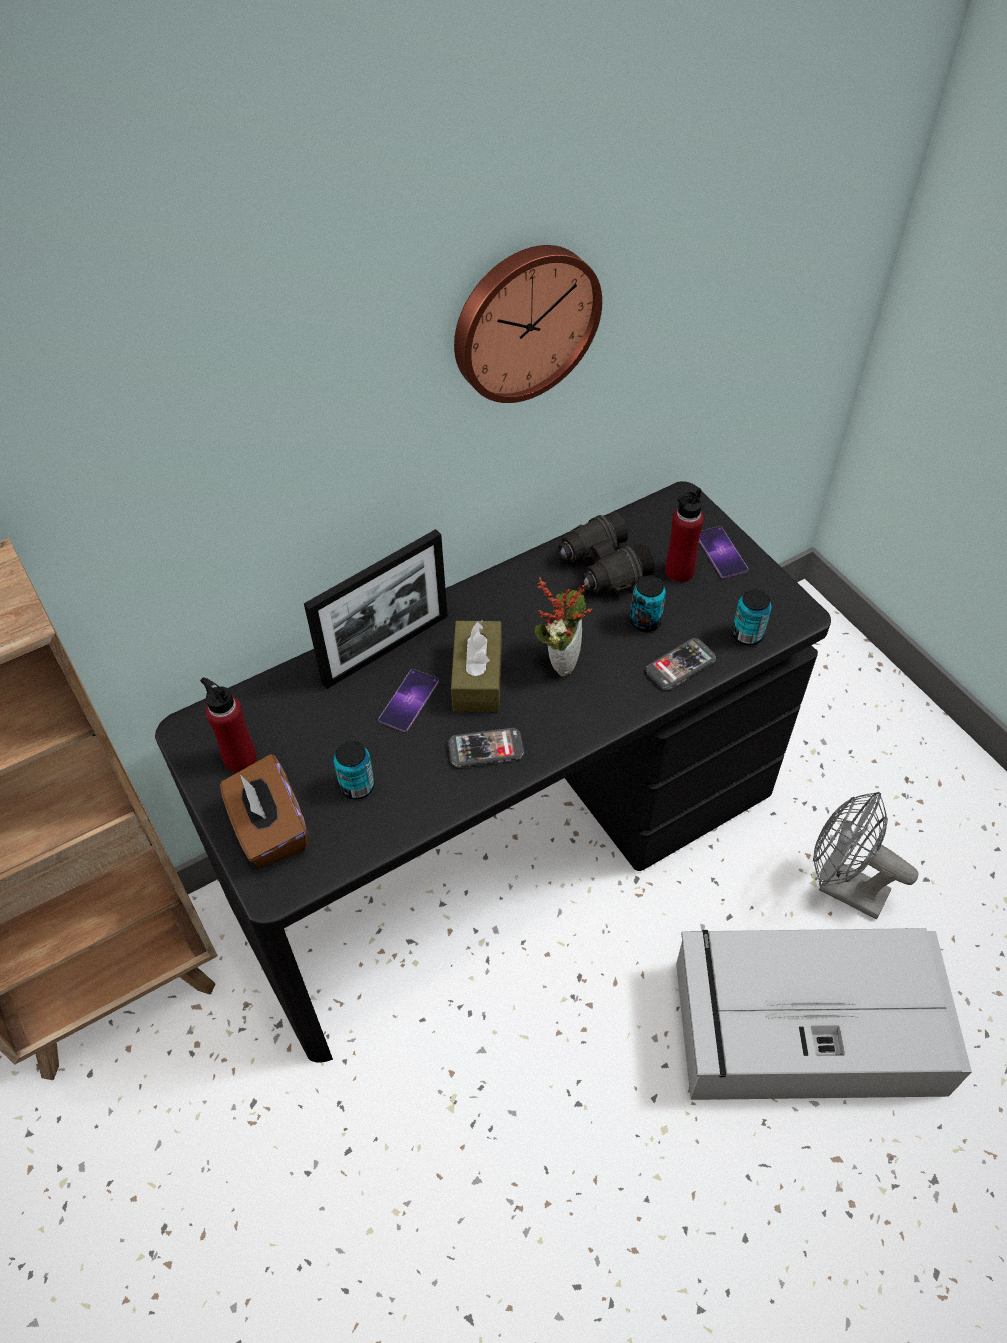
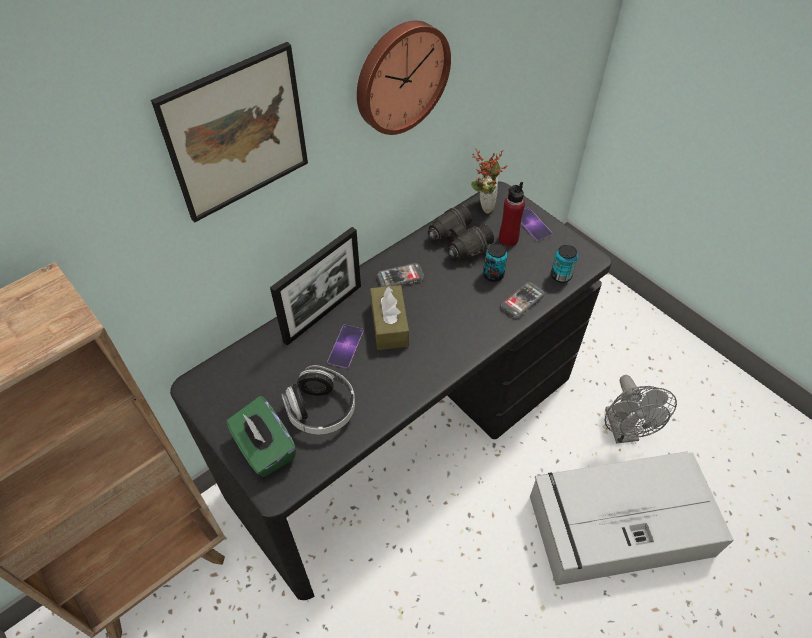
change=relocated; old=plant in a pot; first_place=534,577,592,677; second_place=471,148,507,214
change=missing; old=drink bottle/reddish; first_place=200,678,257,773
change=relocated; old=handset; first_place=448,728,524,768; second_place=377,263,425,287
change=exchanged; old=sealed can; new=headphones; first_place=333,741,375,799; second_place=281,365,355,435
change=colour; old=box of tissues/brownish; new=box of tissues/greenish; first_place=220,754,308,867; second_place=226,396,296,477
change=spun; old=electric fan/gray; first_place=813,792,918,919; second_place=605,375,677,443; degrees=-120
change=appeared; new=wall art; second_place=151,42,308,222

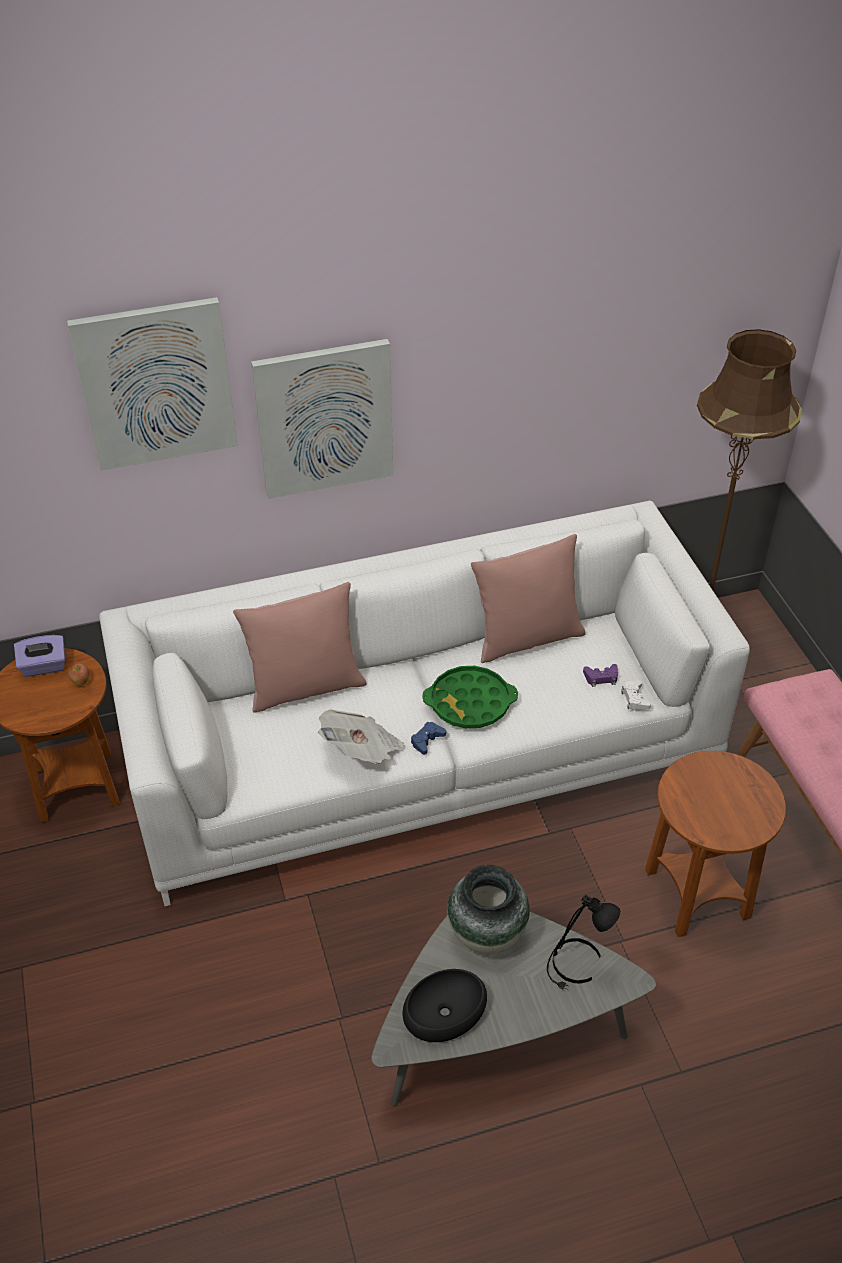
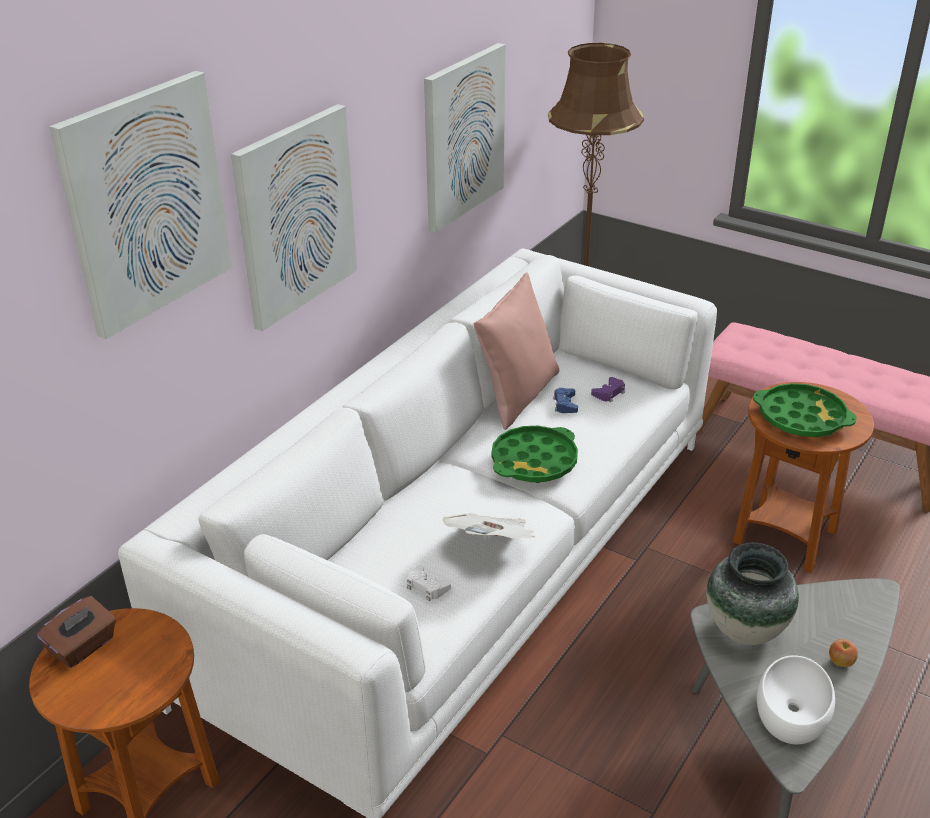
change=missing; old=pillow/pink; first_place=233,582,367,713
change=colour; old=box of tissues/purple-coloured; new=box of tissues/brownish; first_place=14,635,65,677; second_place=37,596,116,668
change=relocated; old=whole apple; first_place=68,663,90,686; second_place=829,639,858,667
change=relocated; old=game controller/white; first_place=621,680,651,711; second_place=407,565,451,601
change=relocated; old=game controller/blue-coloured; first_place=411,722,446,754; second_place=553,388,578,413
change=missing; old=lamp for a table/black; first_place=547,895,621,990
change=colour; old=bowl/black; new=bowl/white; first_place=403,969,487,1042; second_place=757,655,835,744
change=appeared; new=wall art; second_place=424,43,505,233
change=appeared; new=carrying tray/greenish; second_place=753,383,857,438

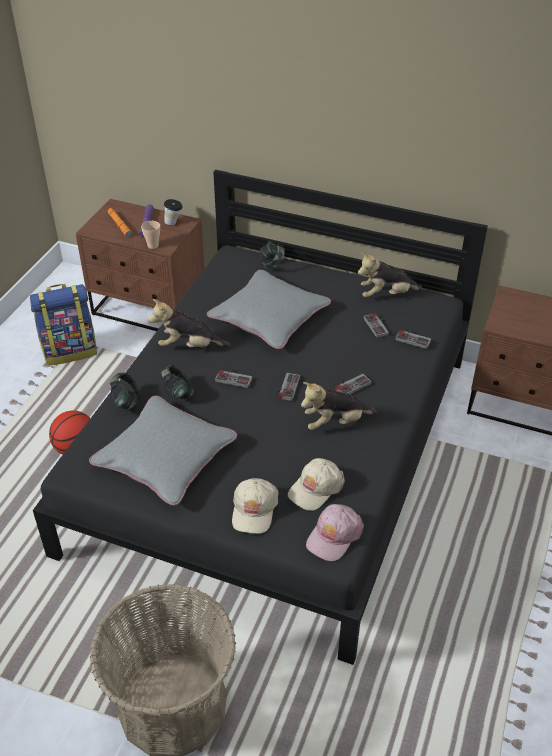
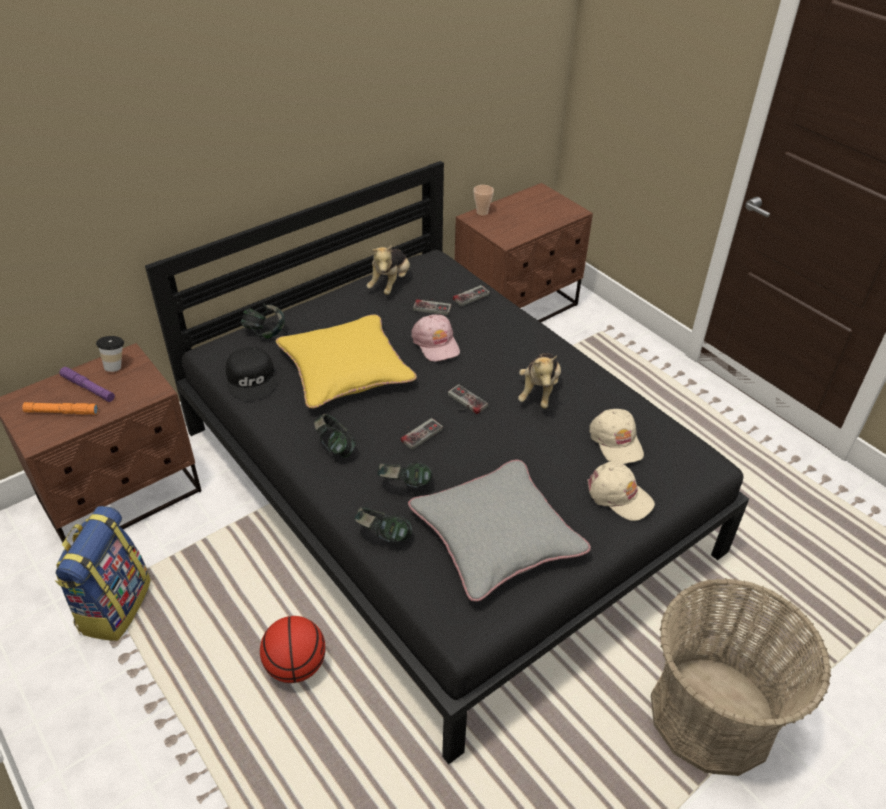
change=relocated; old=drinking cup; first_place=141,221,160,249; second_place=474,185,494,216
change=colour; old=pillow/gray; new=pillow/yellowish; first_place=207,270,331,349; second_place=276,314,417,408
change=exchanged; old=soft toy; new=headphones; first_place=148,299,231,347; second_place=314,413,356,458
change=missing; old=game controller; first_place=335,374,372,394
change=relocated; old=peaked cap/pink; first_place=306,504,364,561; second_place=411,314,460,362
change=appeared; new=peaked cap/black; second_place=225,347,277,400

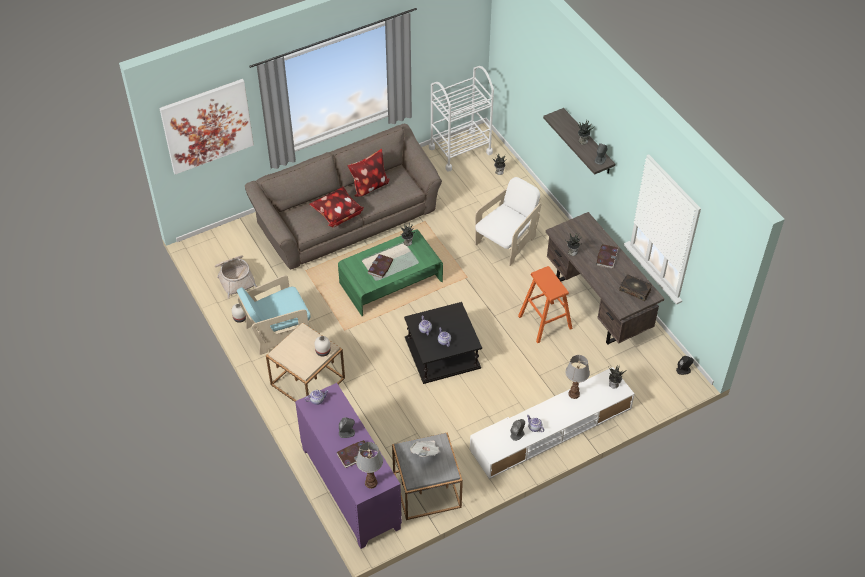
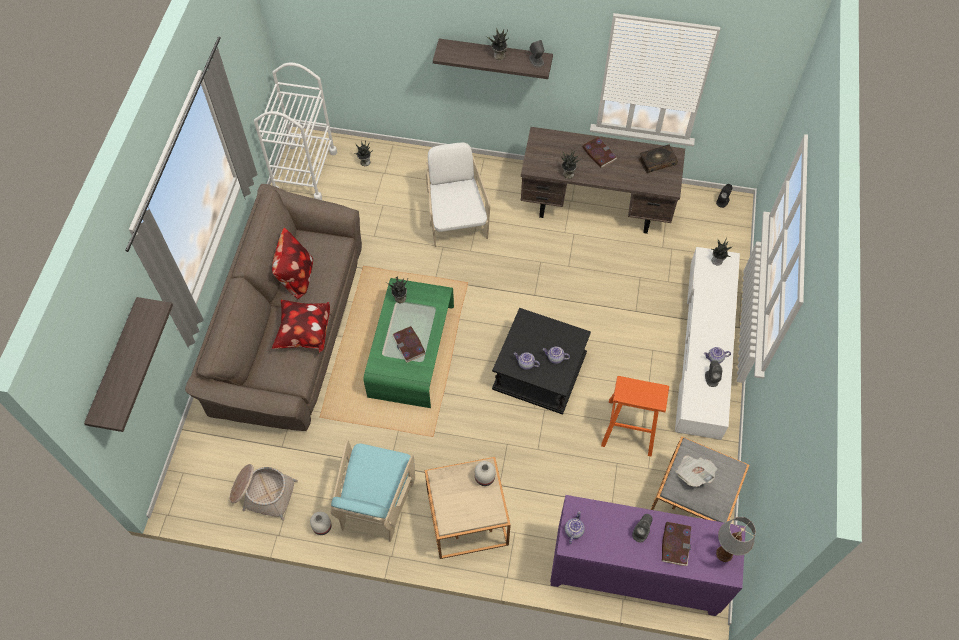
change=exchanged; old=wall art; new=shelf; first_place=159,79,254,175; second_place=84,297,173,432
change=relocated; old=stool seat/orange-coloured; first_place=518,266,572,343; second_place=601,376,669,457
change=missing; old=lamp for a table; first_place=565,355,590,399

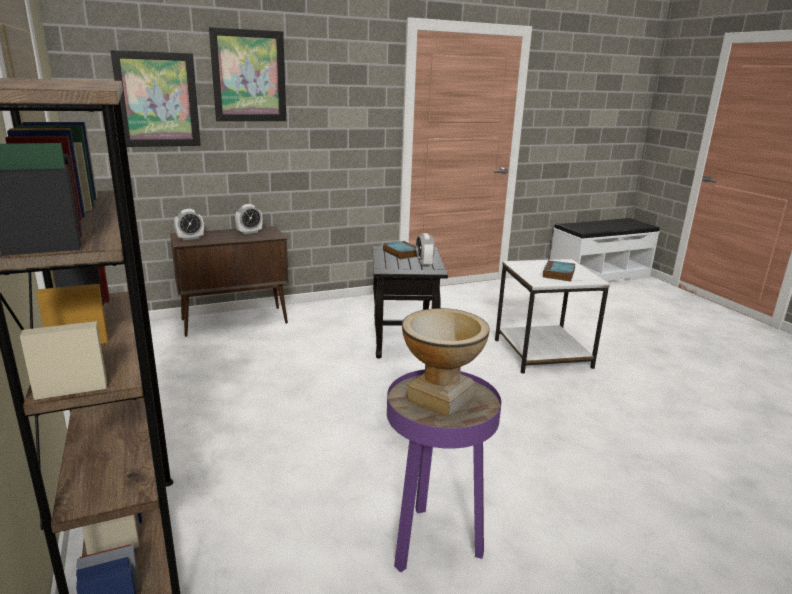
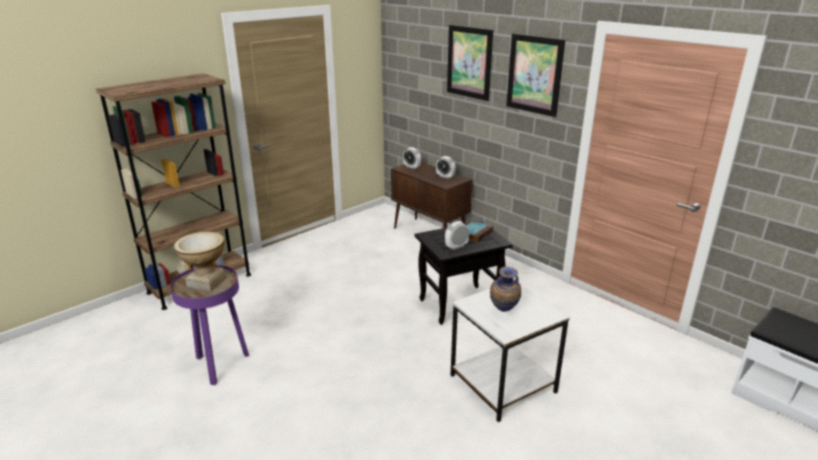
change=relocated; old=wall art; first_place=110,50,201,147; second_place=506,34,565,117
change=exchanged; old=bound book; new=decorative vase; first_place=543,260,575,282; second_place=490,266,521,312

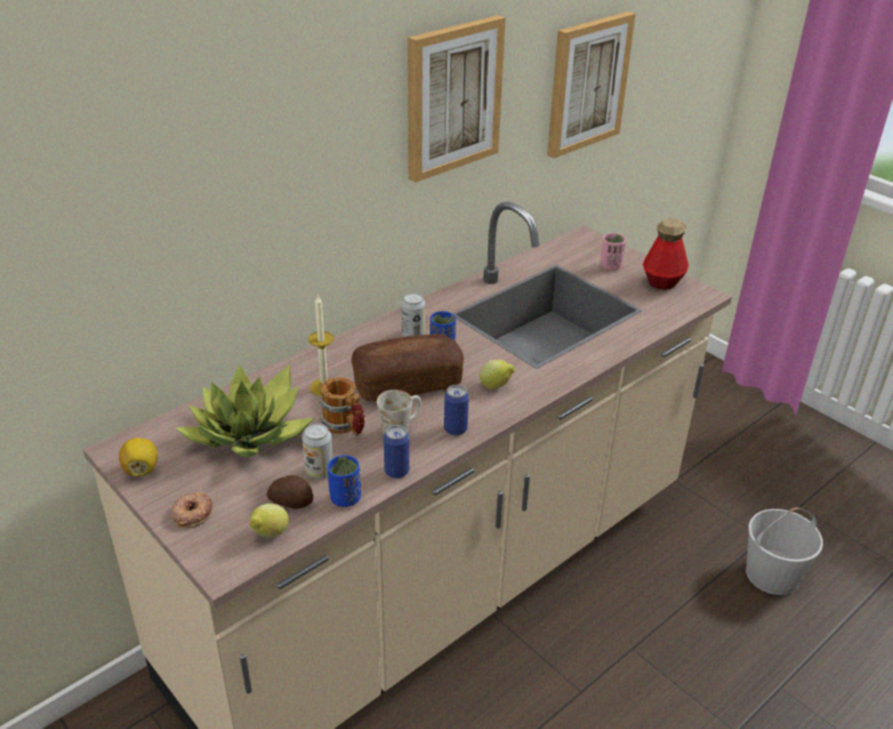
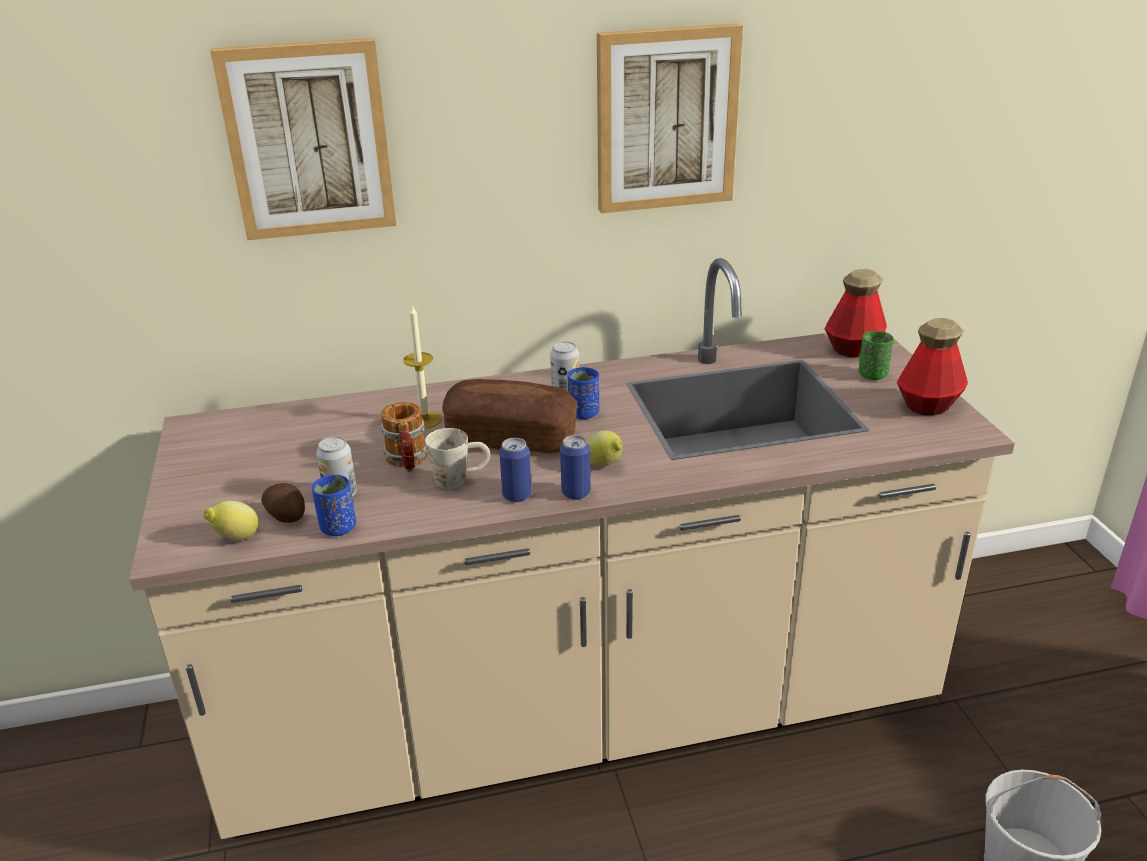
change=relocated; old=wall art; first_place=547,12,636,158; second_place=211,38,396,240
change=colour; old=drinking cup/pink; new=drinking cup/greenish; first_place=600,233,626,270; second_place=858,331,894,380
change=missing; old=plant in a pot; first_place=176,364,314,457
change=relocated; old=sealed can; first_place=383,425,409,478; second_place=560,435,591,500
change=missing; old=citrus fruit; first_place=119,438,157,476
change=missing; old=doughnut; first_place=171,492,213,528
change=appeared; new=drink bottle; second_place=825,269,887,357

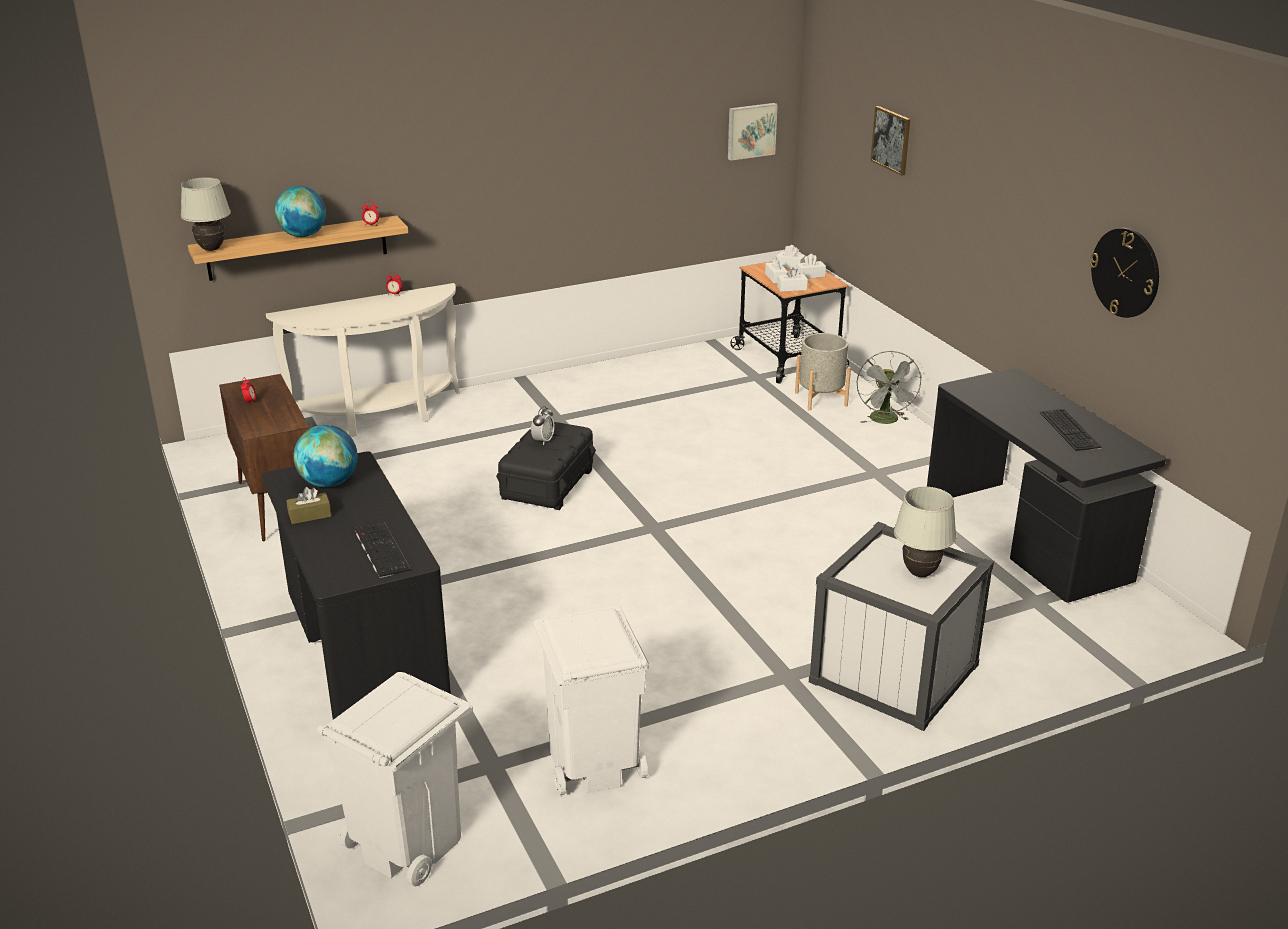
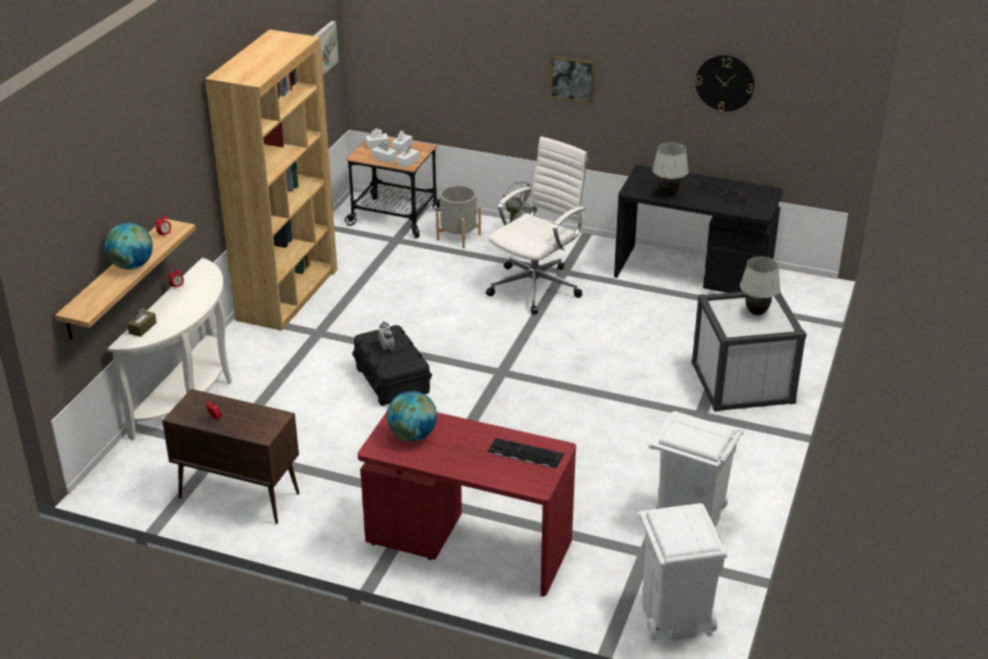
change=relocated; old=wall art; first_place=871,106,910,176; second_place=551,56,595,104
change=relocated; old=lamp for a table/white; first_place=181,177,231,251; second_place=652,142,689,197
change=colour; old=desk table/black; new=desk table/reddish; first_place=262,452,451,720; second_place=358,412,576,596
change=relocated; old=box of tissues/brownish; first_place=286,487,331,524; second_place=127,308,157,337
change=appeared; new=bookshelf/brownish; second_place=205,29,337,331
change=appeared; new=computer chair/white; second_place=486,136,587,314

